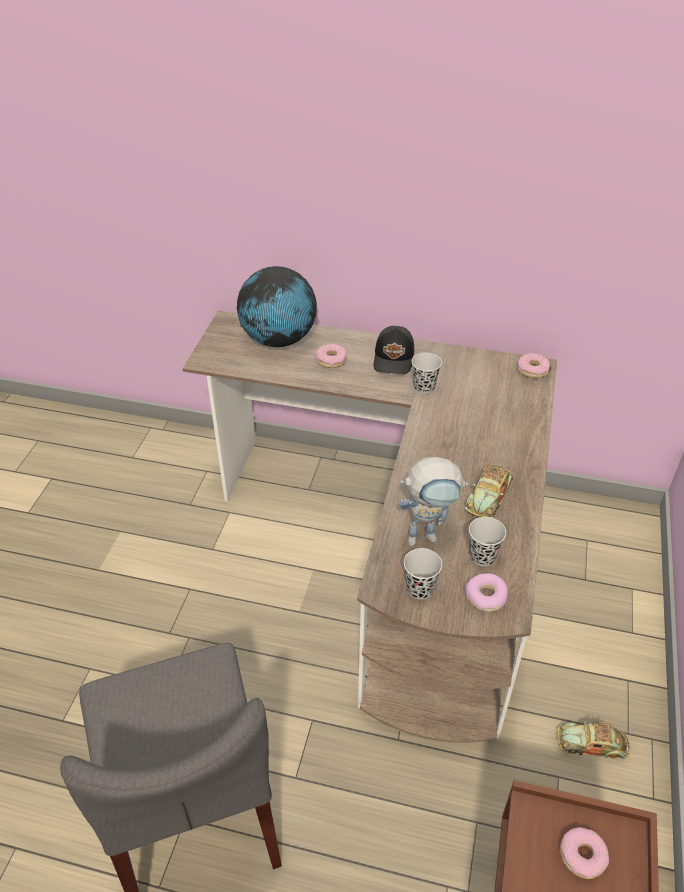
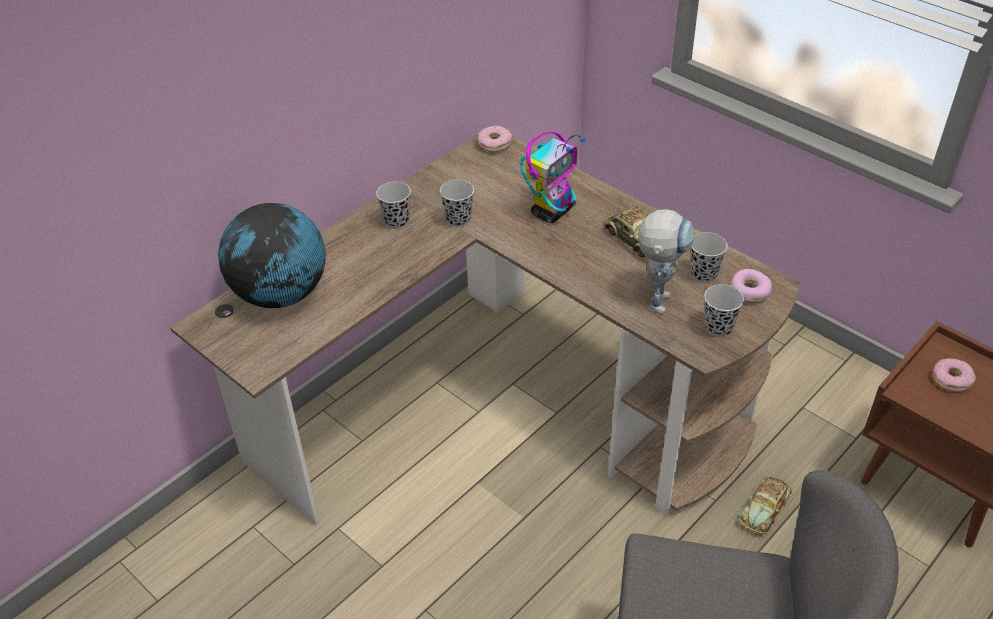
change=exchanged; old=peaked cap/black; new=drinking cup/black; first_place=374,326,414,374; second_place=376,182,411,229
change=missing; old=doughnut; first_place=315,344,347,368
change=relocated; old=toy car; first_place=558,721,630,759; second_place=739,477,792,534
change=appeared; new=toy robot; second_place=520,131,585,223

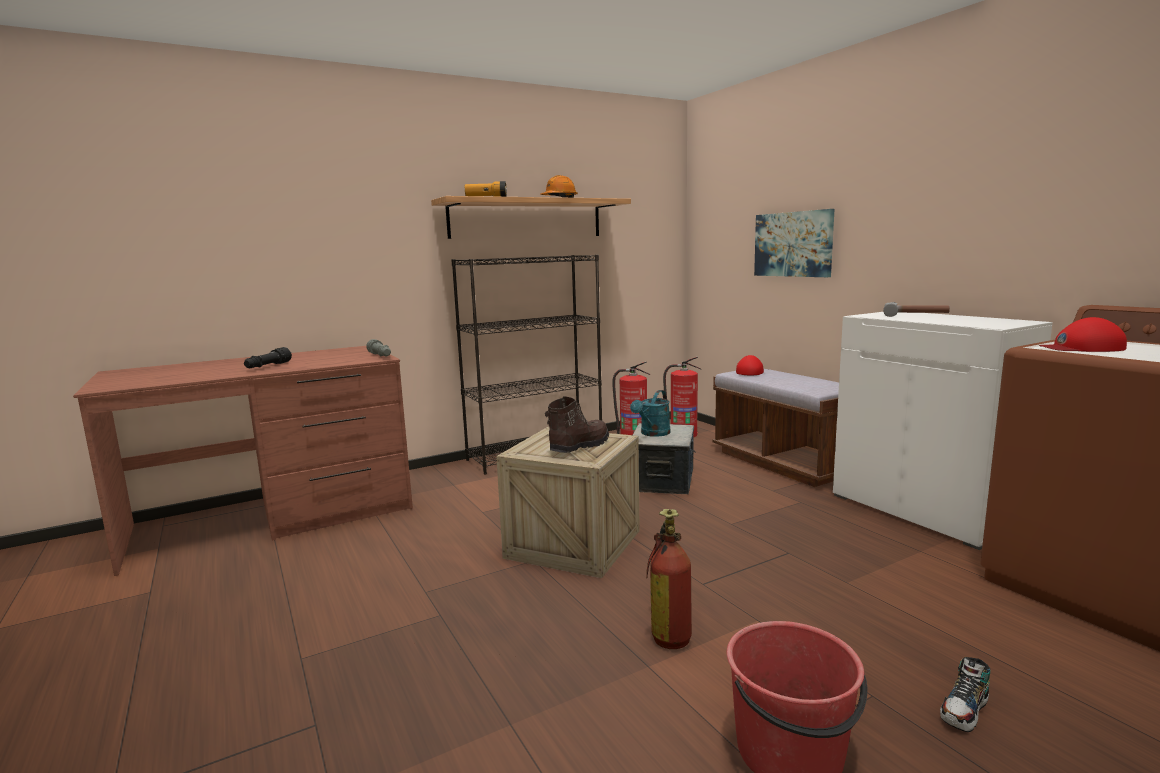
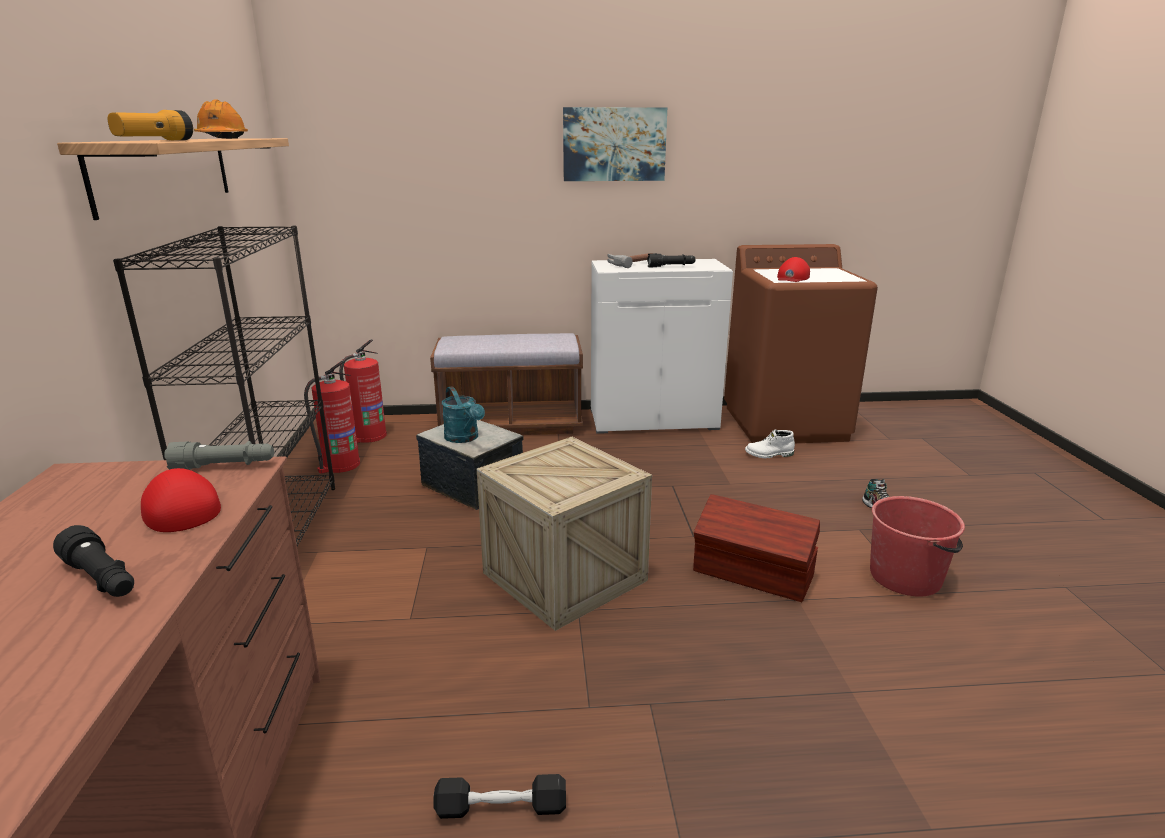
change=relocated; old=wall art; first_place=754,209,835,277; second_place=563,107,667,181
change=relocated; old=peaked cap/reddish; first_place=736,355,764,375; second_place=141,468,221,532
change=missing; old=high-top boot/brownish; first_place=545,396,609,453
change=exchanged; old=fire extinguisher; new=storage bin/brownish; first_place=646,509,692,649; second_place=693,494,820,602
change=appeared; new=hand torch/black; second_place=647,253,695,267
change=appeared; new=high-top boot/white; second_place=745,430,795,458
change=appeared; new=hand weight/black; second_place=434,774,566,819

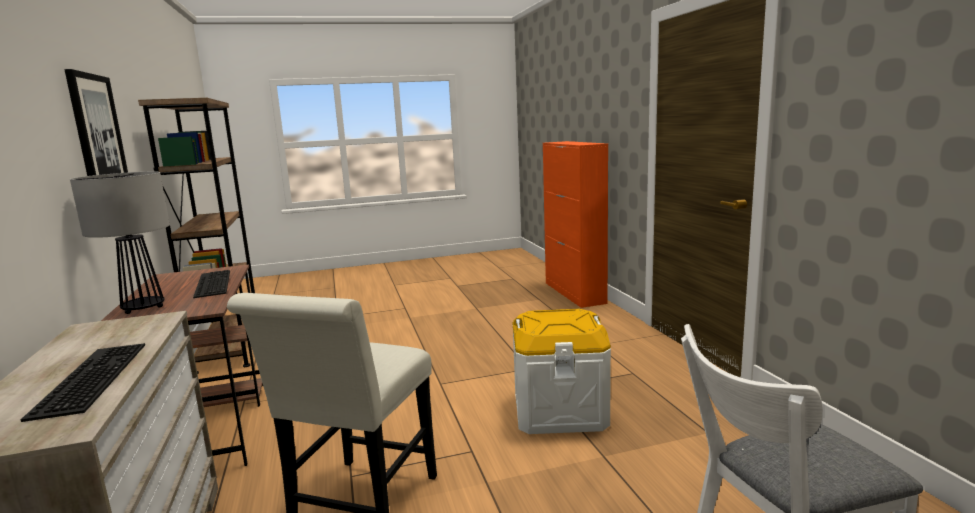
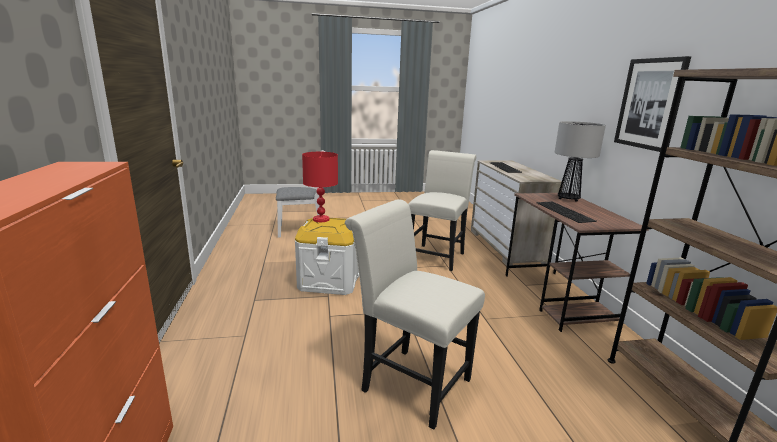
change=appeared; new=lamp for a table/reddish; second_place=302,152,338,222
change=appeared; new=chair/white; second_place=345,199,485,430

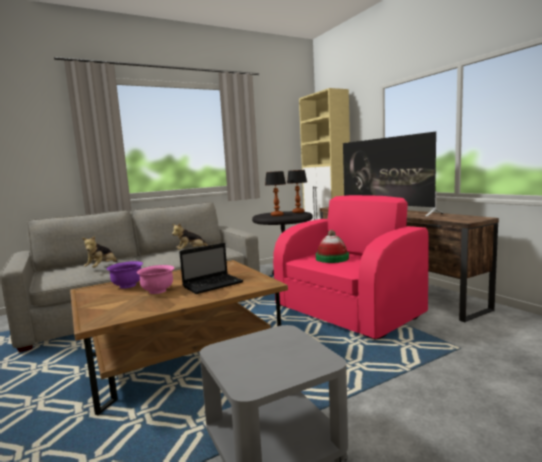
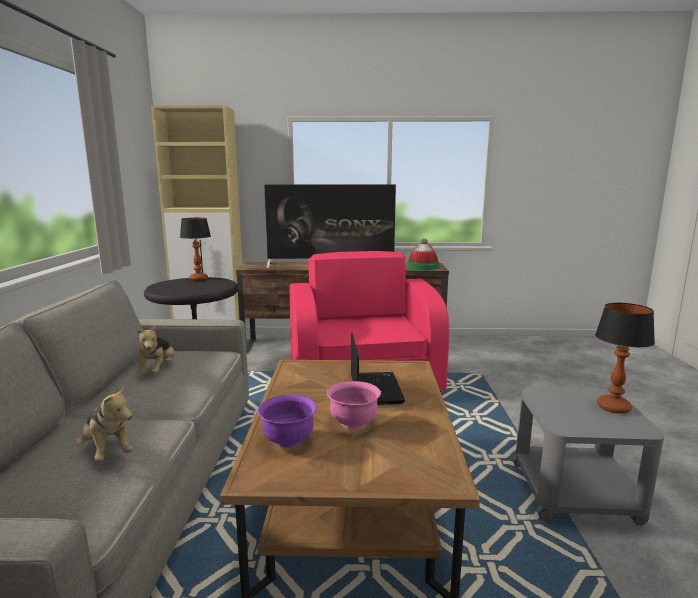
change=relocated; old=lamp for a table; first_place=265,171,286,216; second_place=595,303,655,414
change=relocated; old=clothing hat; first_place=316,230,349,263; second_place=407,238,439,270

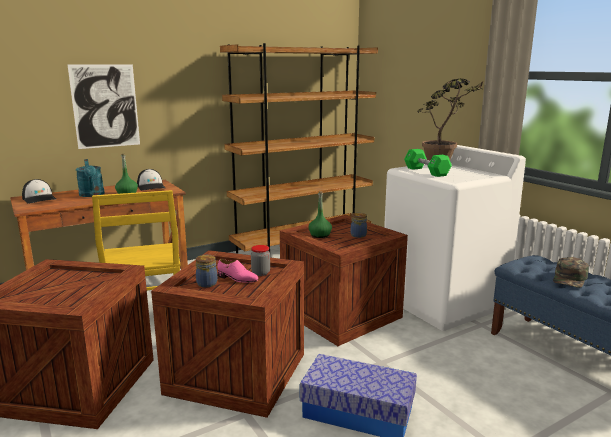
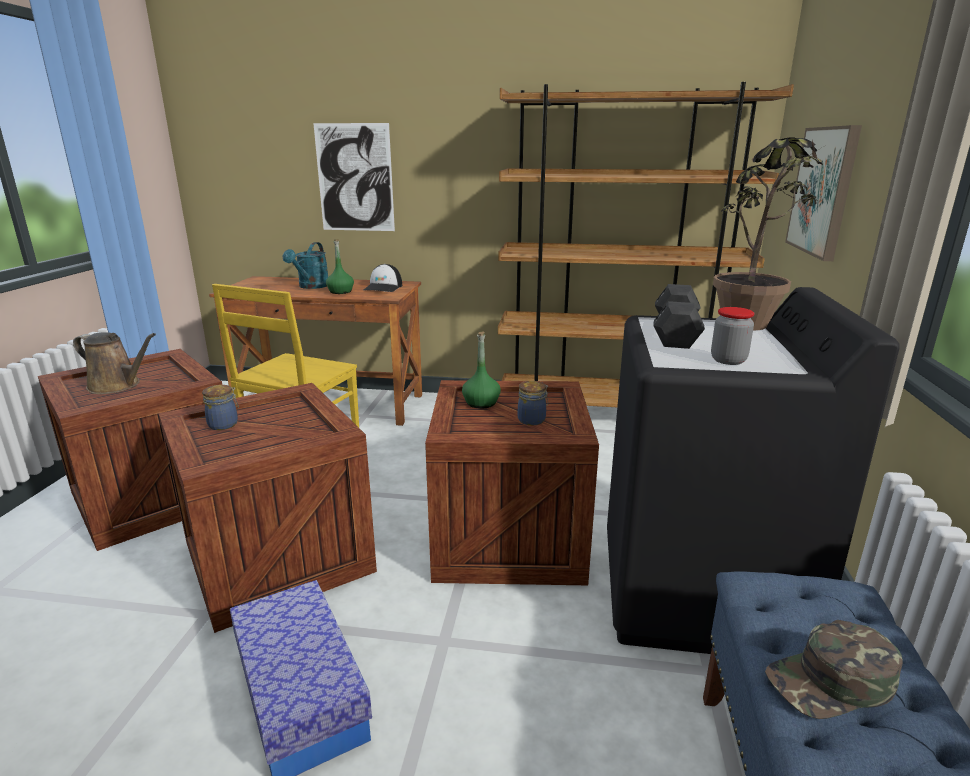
change=colour; old=laundry machine/white; new=laundry machine/black; first_place=384,145,526,331; second_place=607,287,900,654
change=colour; old=hand weight/greenish; new=hand weight/black; first_place=404,149,452,177; second_place=653,284,705,349
change=missing; old=peaked cap; first_place=22,179,56,204
change=relocated; old=jar; first_place=251,245,270,276; second_place=711,307,755,365
change=missing; old=low shoe/pink; first_place=217,259,259,283
change=appeared; new=wall art; second_place=785,125,862,261
change=appeared; new=watering pot/brownish; second_place=73,332,156,394

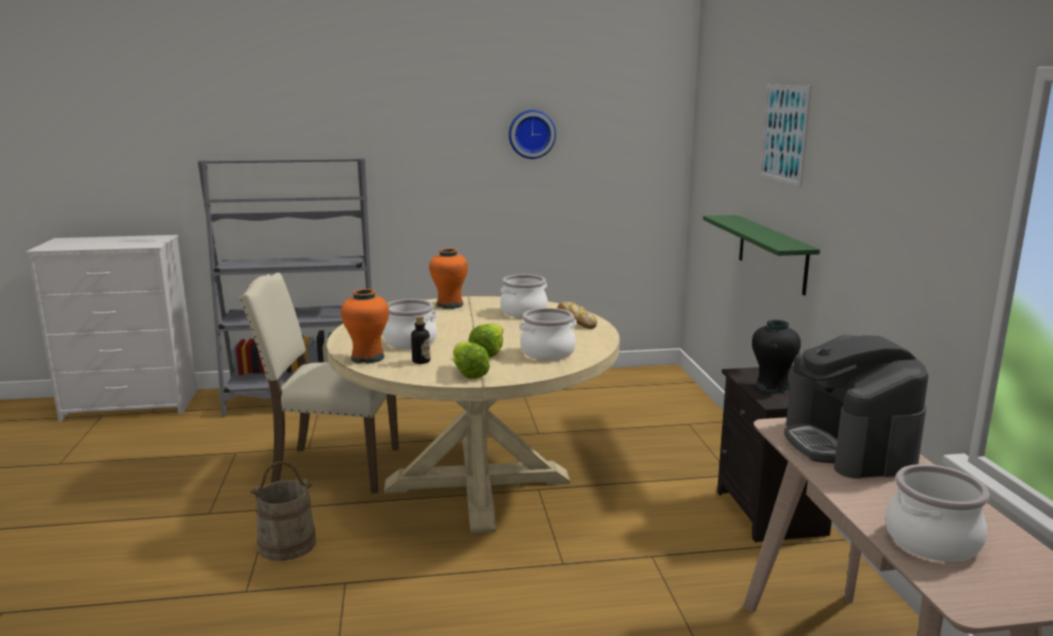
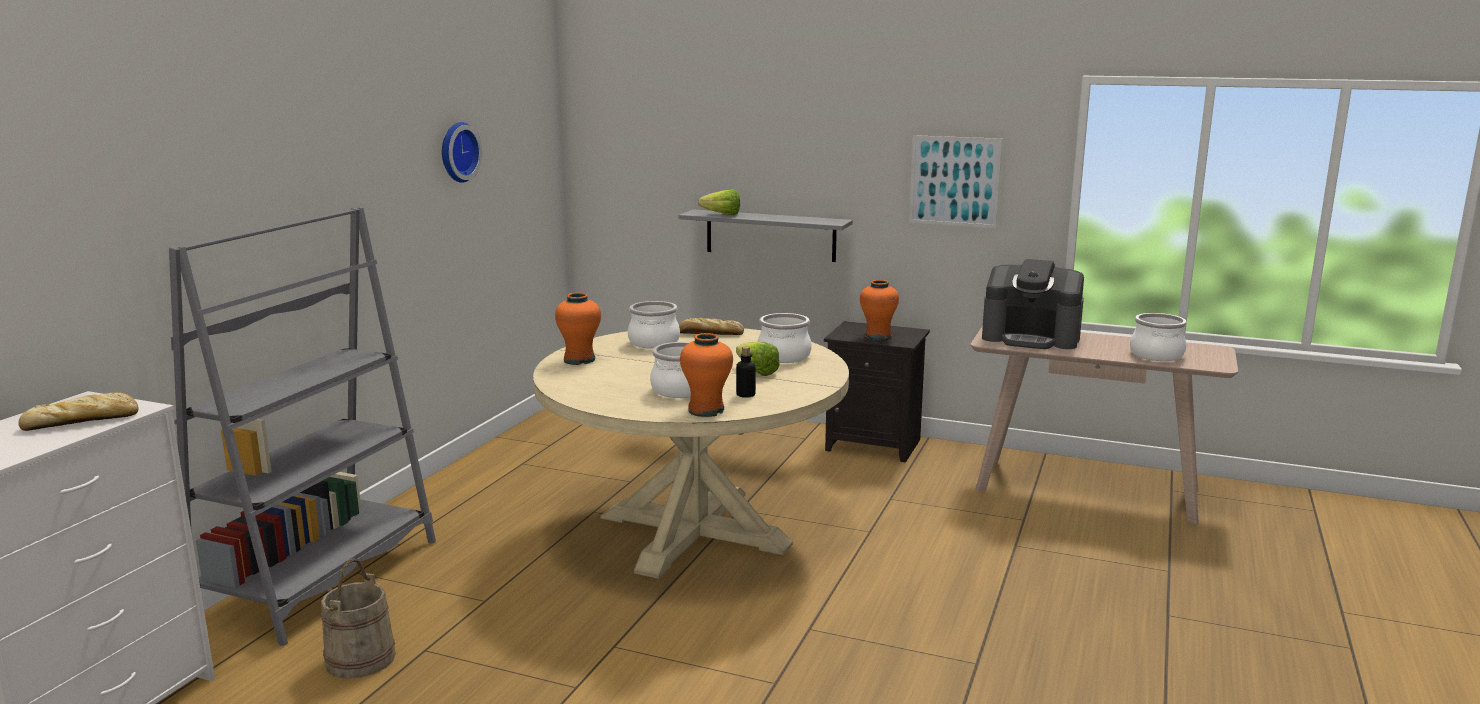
change=relocated; old=wall art; first_place=759,85,812,187; second_place=909,135,1002,228
change=colour; old=shelf/greenish; new=shelf/gray; first_place=703,215,820,295; second_place=679,209,853,262
change=missing; old=chair/sand-coloured; first_place=239,273,399,493
change=colour; old=decorative vase/black; new=decorative vase/orange-coloured; first_place=752,320,801,394; second_place=860,280,899,340
change=relocated; old=lettuce; first_place=453,341,490,379; second_place=698,189,740,215
change=relocated; old=bucket/sand-coloured; first_place=250,461,316,561; second_place=321,558,396,679
change=appeared; new=baked bread; second_place=18,392,139,431

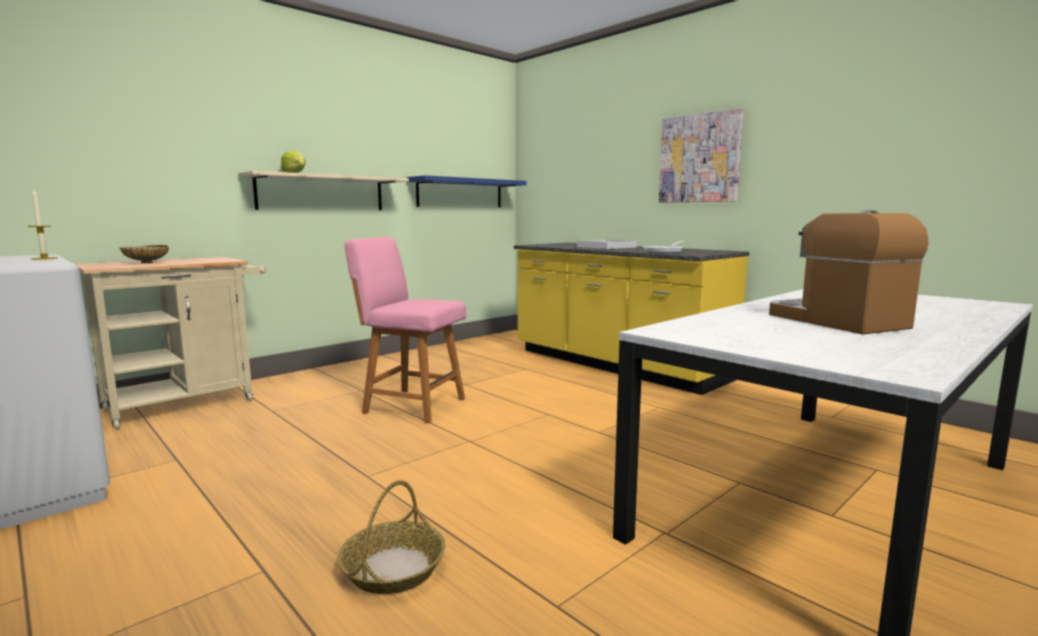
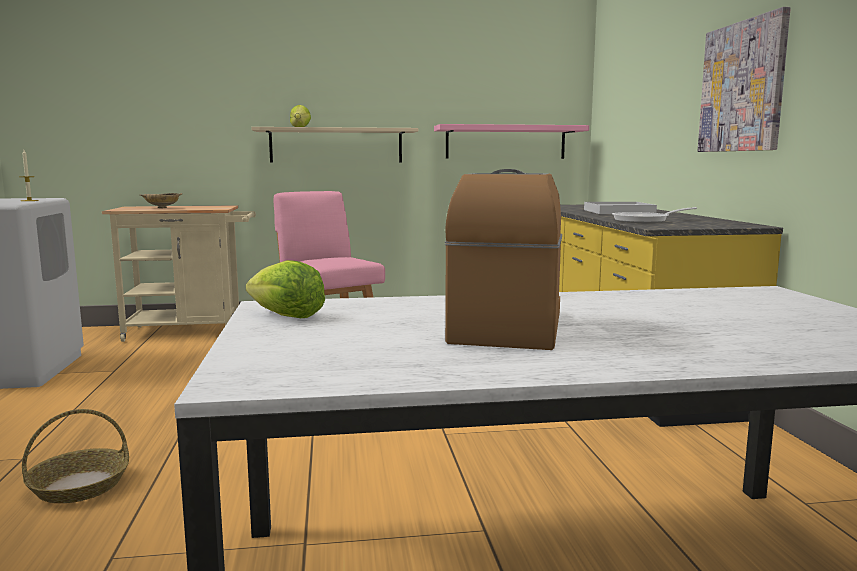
change=colour; old=shelf/blue-coloured; new=shelf/pink; first_place=407,175,527,208; second_place=434,124,589,159
change=appeared; new=lettuce; second_place=246,260,325,318

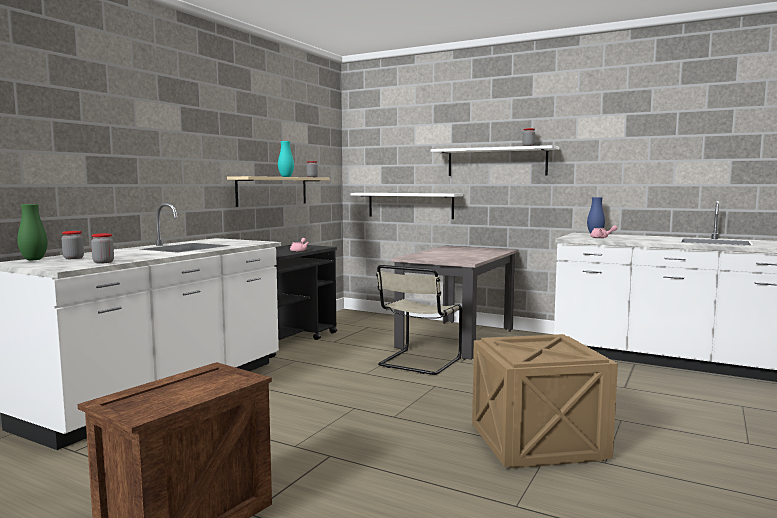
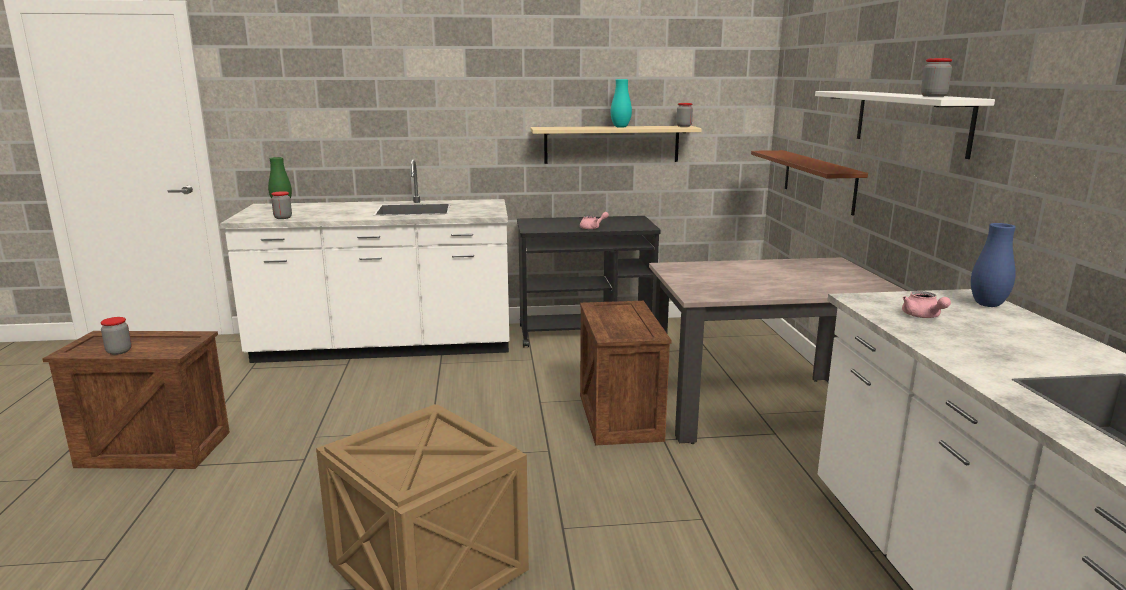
change=colour; old=shelf/white; new=shelf/brownish; first_place=351,193,463,219; second_place=751,150,868,216
change=relocated; old=jar; first_place=62,231,84,259; second_place=100,317,132,355
change=exchanged; old=chair/sand-coloured; new=crate; first_place=376,265,462,375; second_place=580,301,672,445

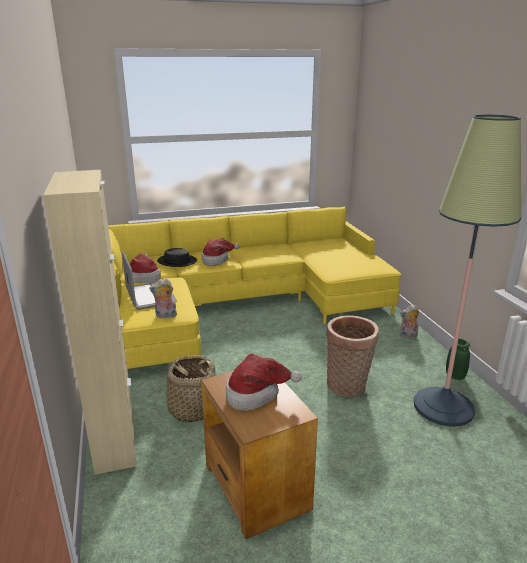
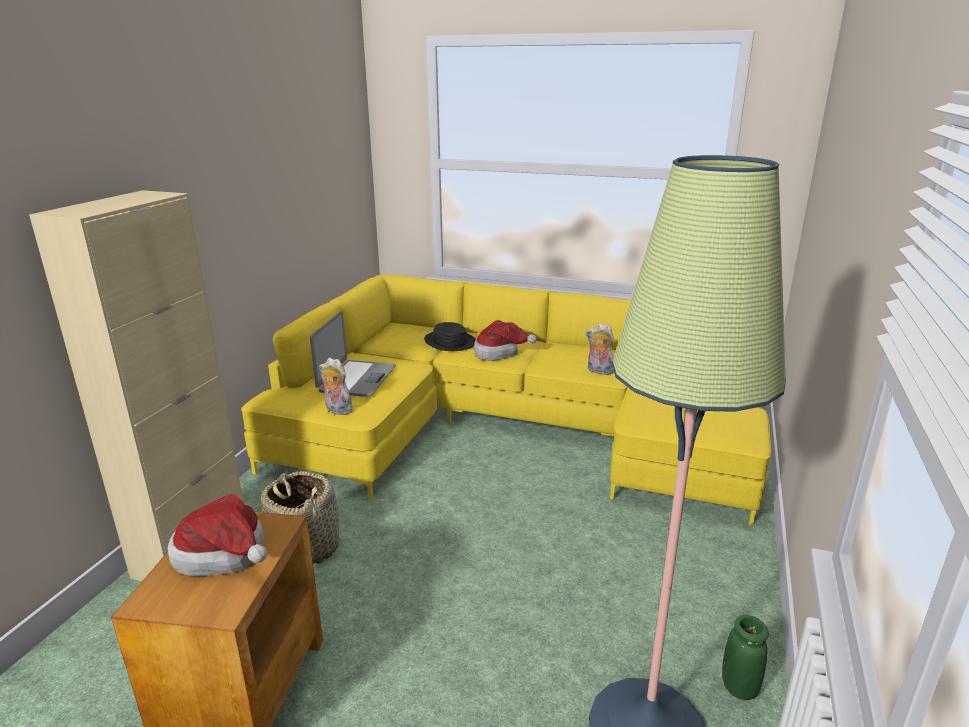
change=missing; old=clothing hat; first_place=129,253,161,283
change=relocated; old=soft toy; first_place=400,305,419,338; second_place=586,323,614,375
change=missing; old=basket; first_place=326,315,379,397

